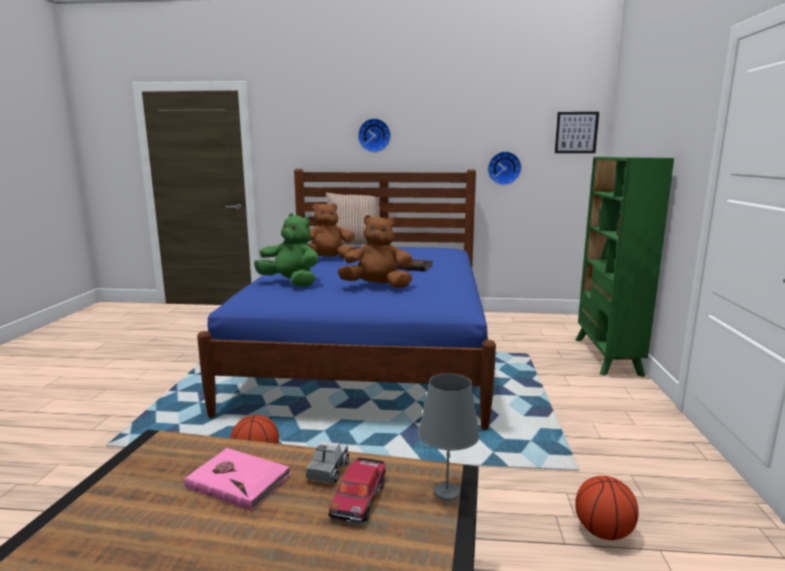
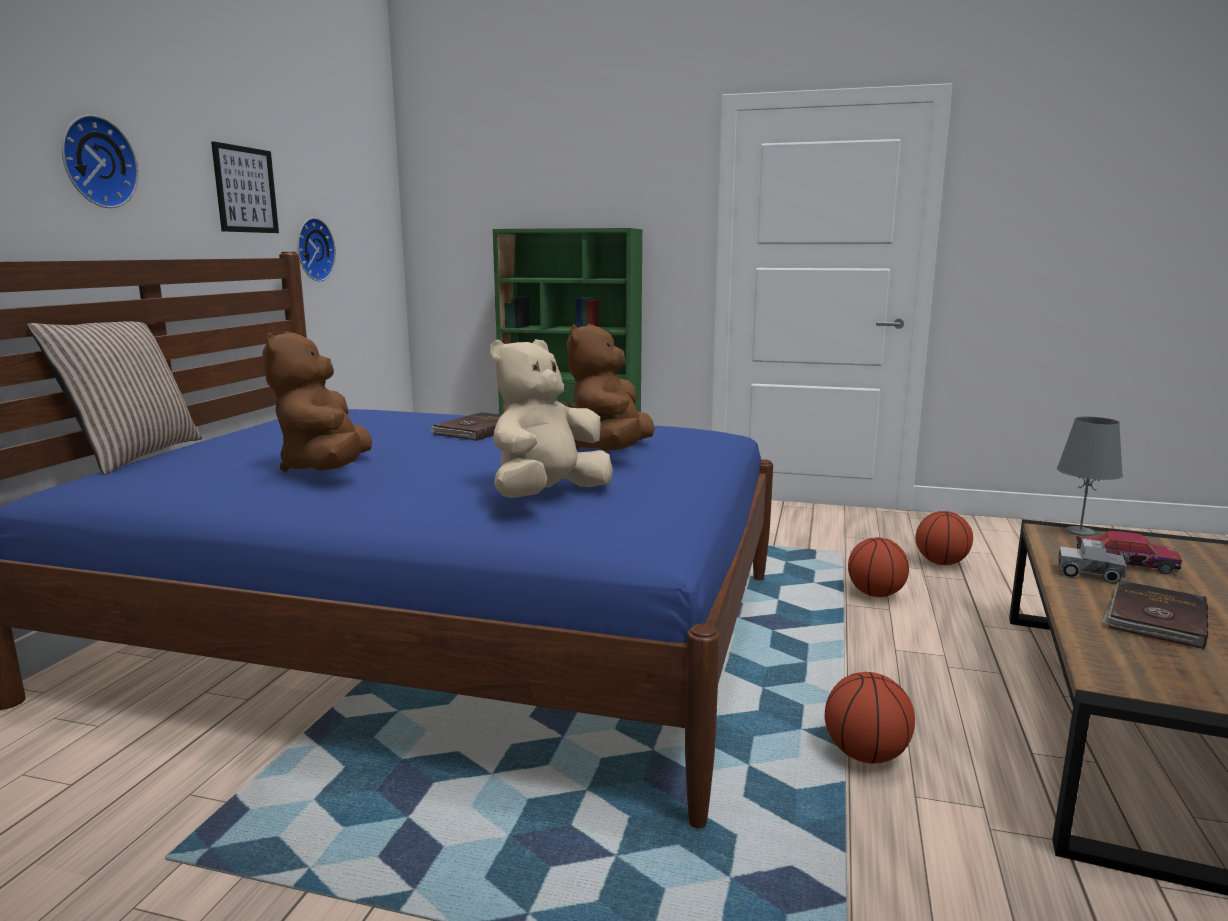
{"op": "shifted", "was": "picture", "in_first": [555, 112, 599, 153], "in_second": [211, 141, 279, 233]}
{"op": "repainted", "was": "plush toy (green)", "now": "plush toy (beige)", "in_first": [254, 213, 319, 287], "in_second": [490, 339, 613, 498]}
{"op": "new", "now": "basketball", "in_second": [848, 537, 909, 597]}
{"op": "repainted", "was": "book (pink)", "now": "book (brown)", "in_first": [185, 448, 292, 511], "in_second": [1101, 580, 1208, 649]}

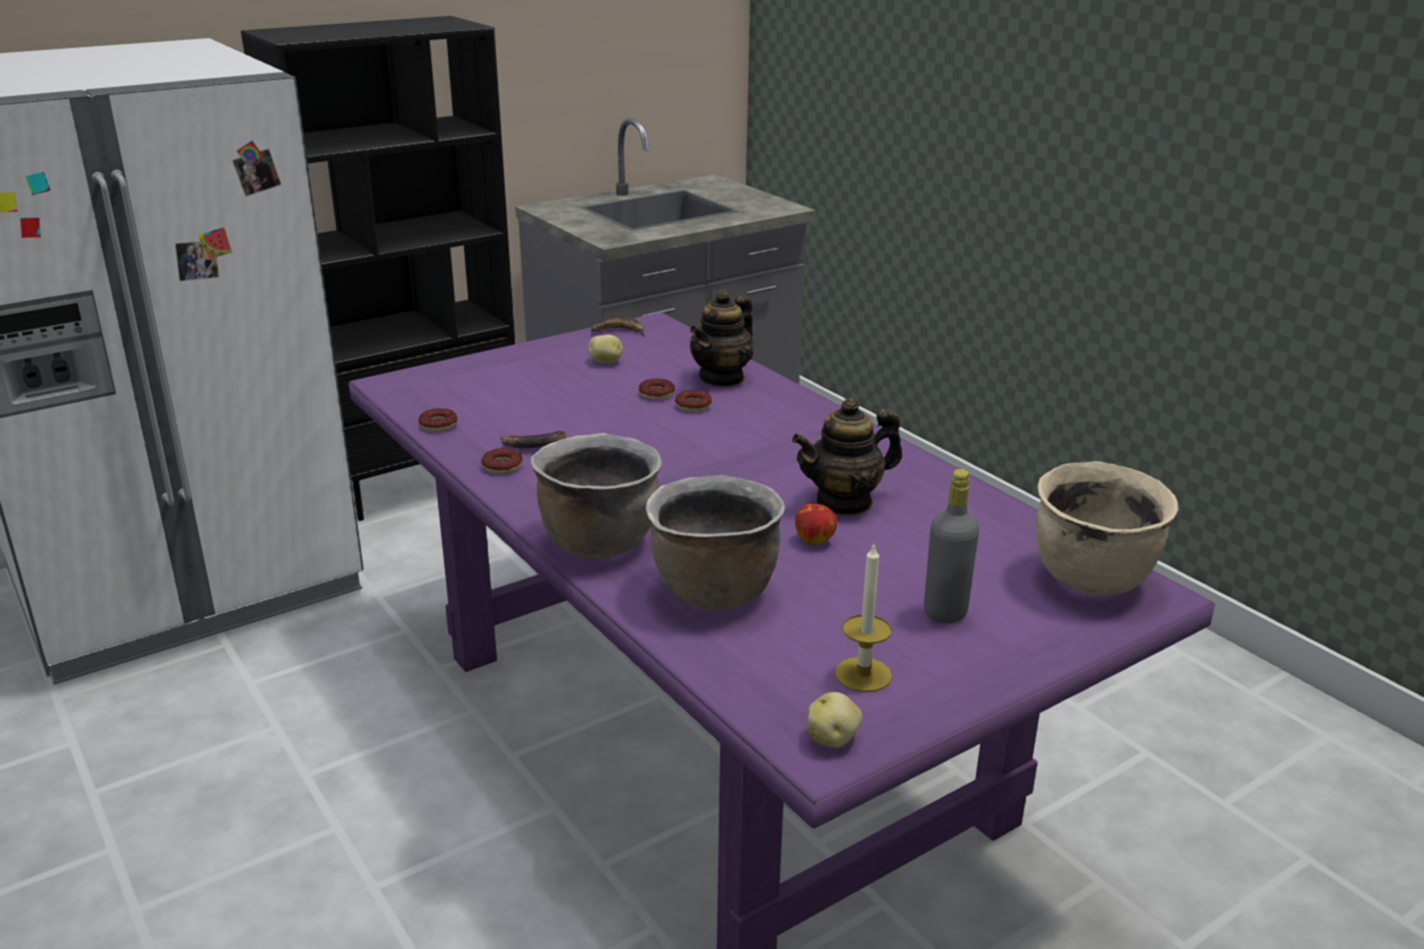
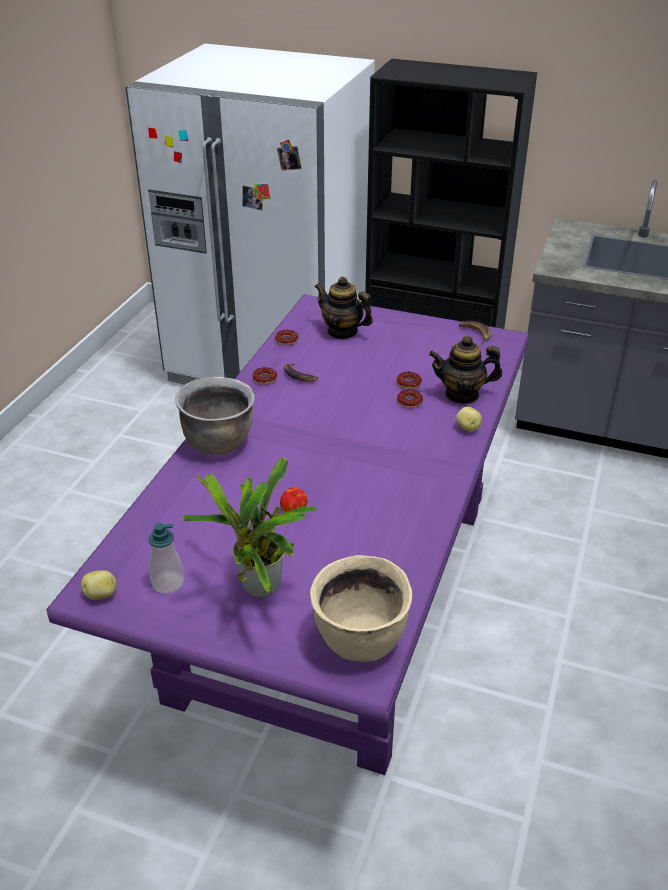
{"op": "swapped", "was": "candle", "now": "soap dispenser", "in_first": [835, 542, 892, 692], "in_second": [148, 523, 184, 594]}
{"op": "swapped", "was": "bottle (grey)", "now": "potted plant", "in_first": [924, 469, 979, 624], "in_second": [182, 458, 318, 597]}
{"op": "shifted", "was": "teapot", "in_first": [792, 398, 902, 515], "in_second": [315, 277, 373, 340]}
{"op": "shifted", "was": "potato", "in_first": [588, 335, 623, 363], "in_second": [456, 407, 482, 432]}
{"op": "gone", "was": "cooking pot (brown)", "in_first": [646, 475, 786, 610]}

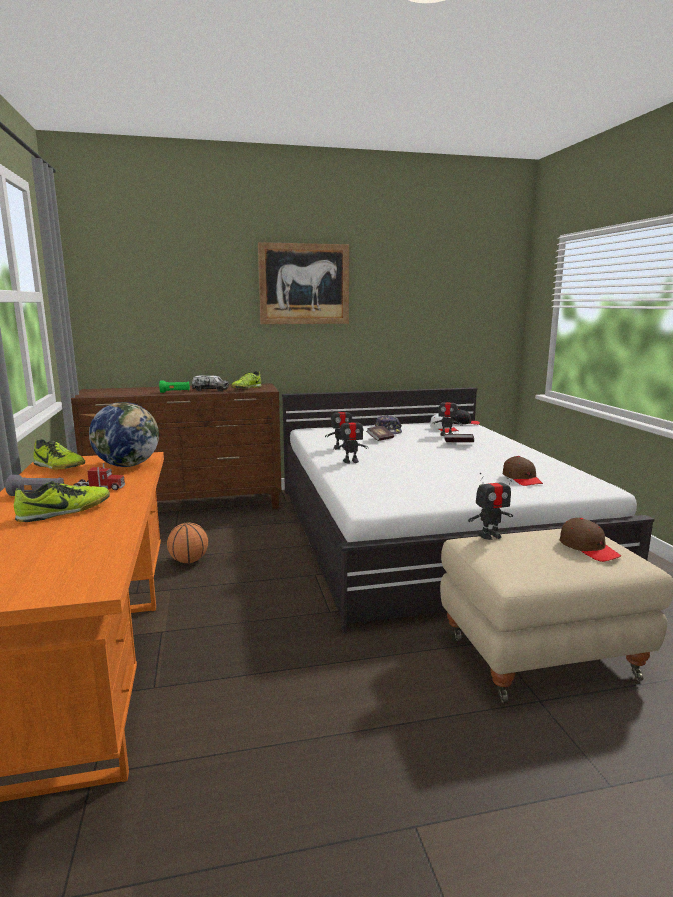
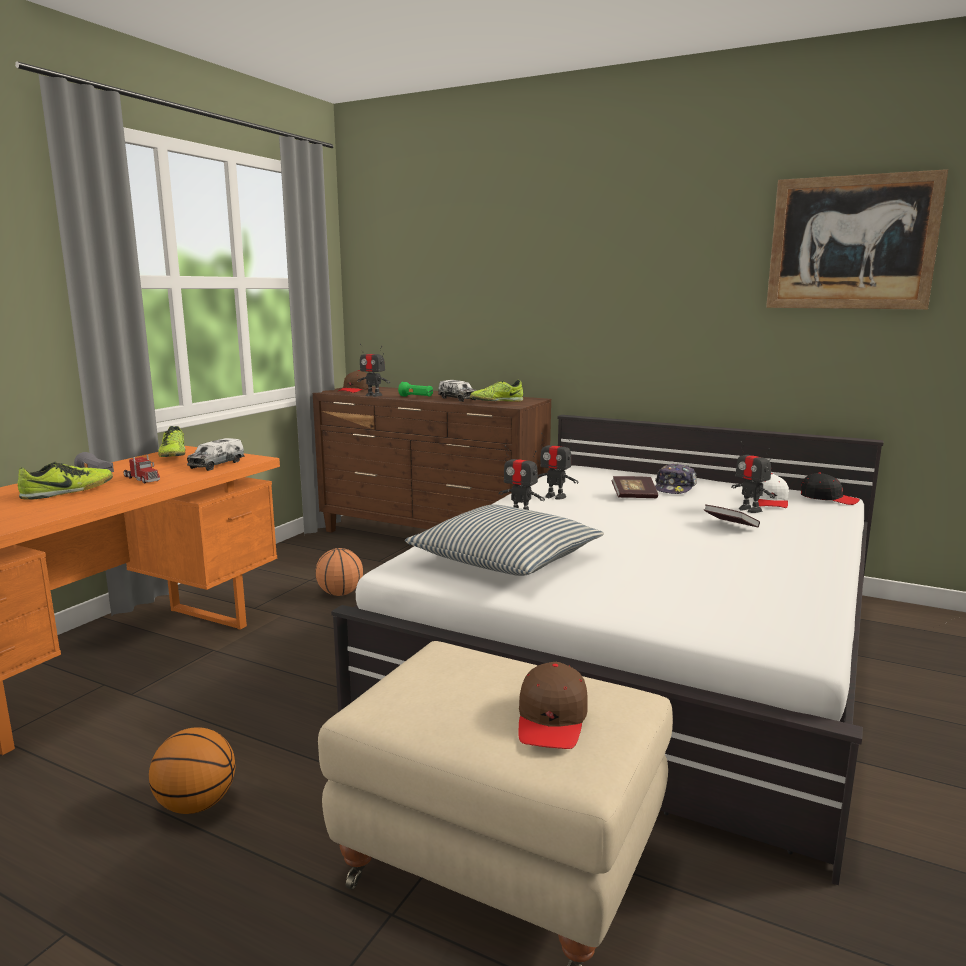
{"op": "rotated", "was": "shoe", "in_first": [14, 481, 110, 522], "in_second": [18, 462, 113, 500], "clockwise": -45}
{"op": "new", "now": "basketball", "in_second": [149, 727, 235, 814]}
{"op": "swapped", "was": "globe", "now": "toy truck", "in_first": [89, 402, 159, 467], "in_second": [187, 438, 245, 471]}
{"op": "shifted", "was": "cap (brown)", "in_first": [503, 456, 543, 486], "in_second": [337, 370, 372, 393]}
{"op": "shifted", "was": "toy robot", "in_first": [468, 472, 513, 540], "in_second": [357, 344, 390, 397]}
{"op": "new", "now": "pillow", "in_second": [405, 505, 604, 576]}
{"op": "shifted", "was": "picture", "in_first": [258, 242, 349, 324], "in_second": [766, 169, 948, 309]}

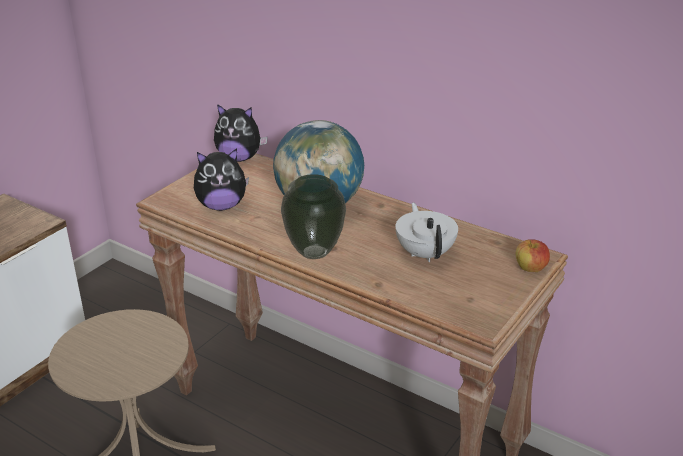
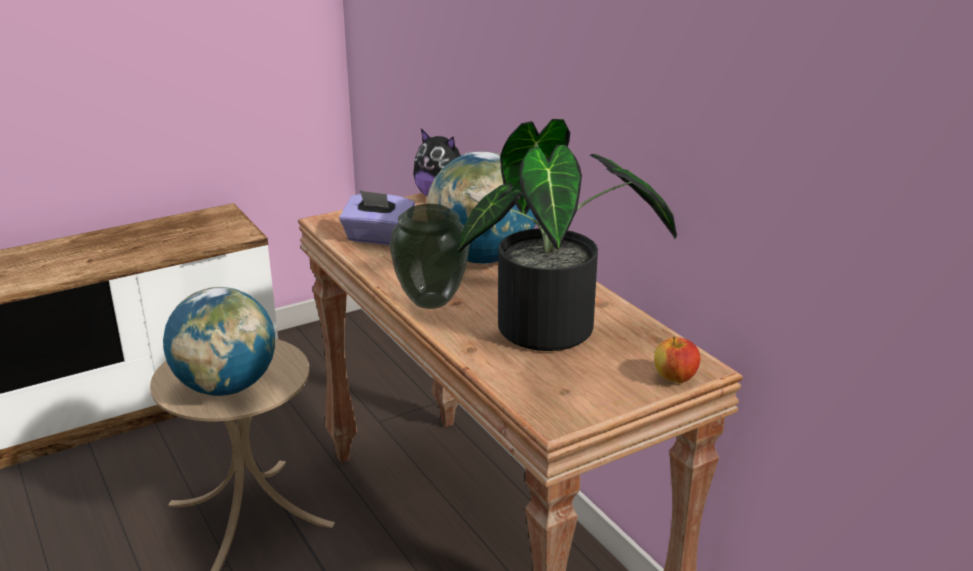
{"op": "new", "now": "globe", "in_second": [163, 287, 275, 396]}
{"op": "swapped", "was": "plush toy", "now": "tissue box (purple)", "in_first": [194, 149, 249, 211], "in_second": [339, 190, 415, 245]}
{"op": "swapped", "was": "teapot (white)", "now": "potted plant", "in_first": [395, 203, 458, 262], "in_second": [458, 119, 677, 351]}

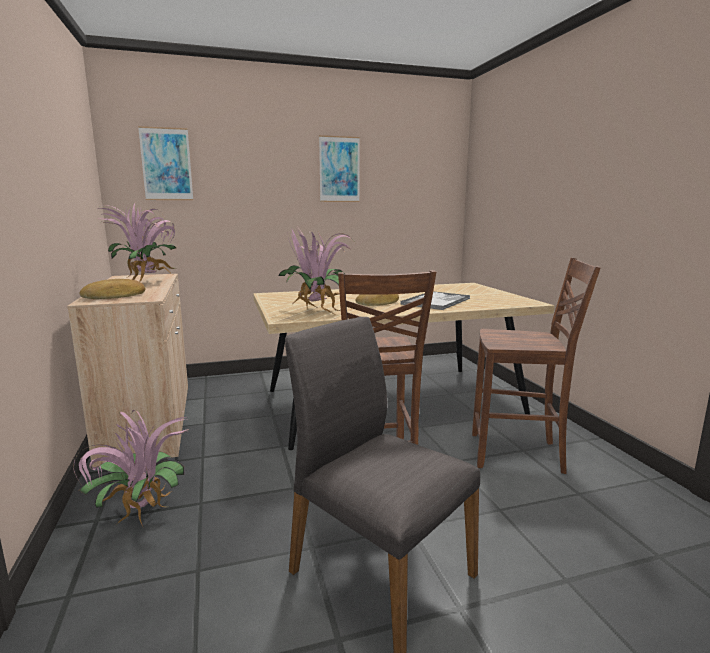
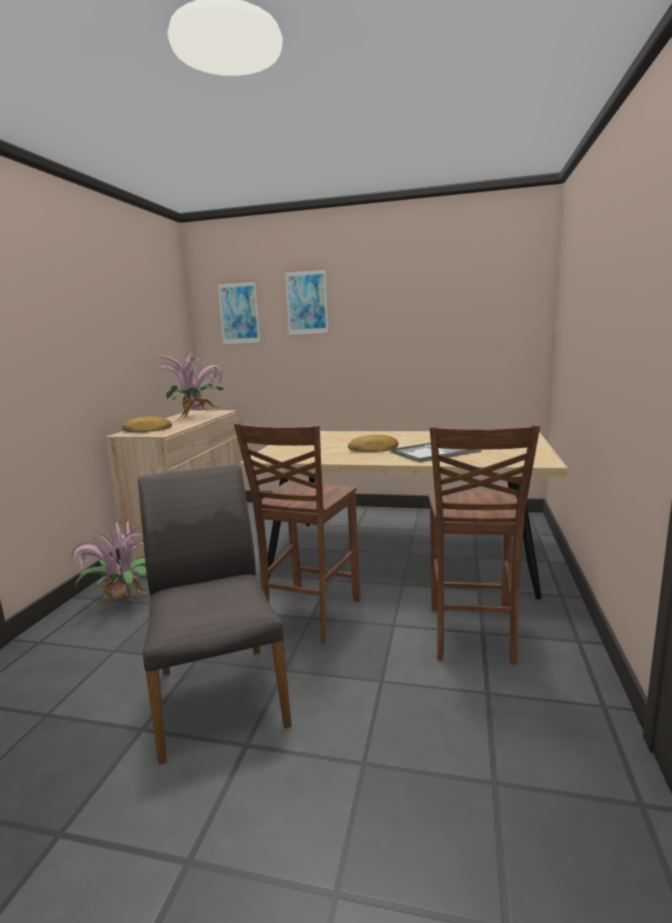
{"op": "shifted", "was": "picture", "in_first": [319, 135, 360, 202], "in_second": [285, 268, 328, 336]}
{"op": "rotated", "was": "chair (brown)", "in_first": [472, 258, 601, 474], "in_second": [428, 424, 540, 665], "clockwise": 60}
{"op": "gone", "was": "potted plant", "in_first": [279, 228, 354, 316]}

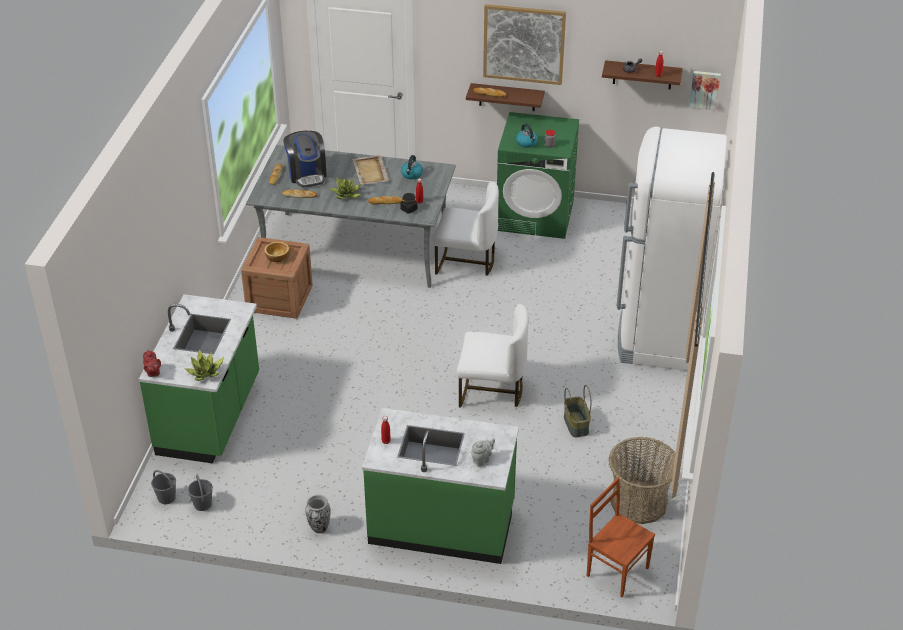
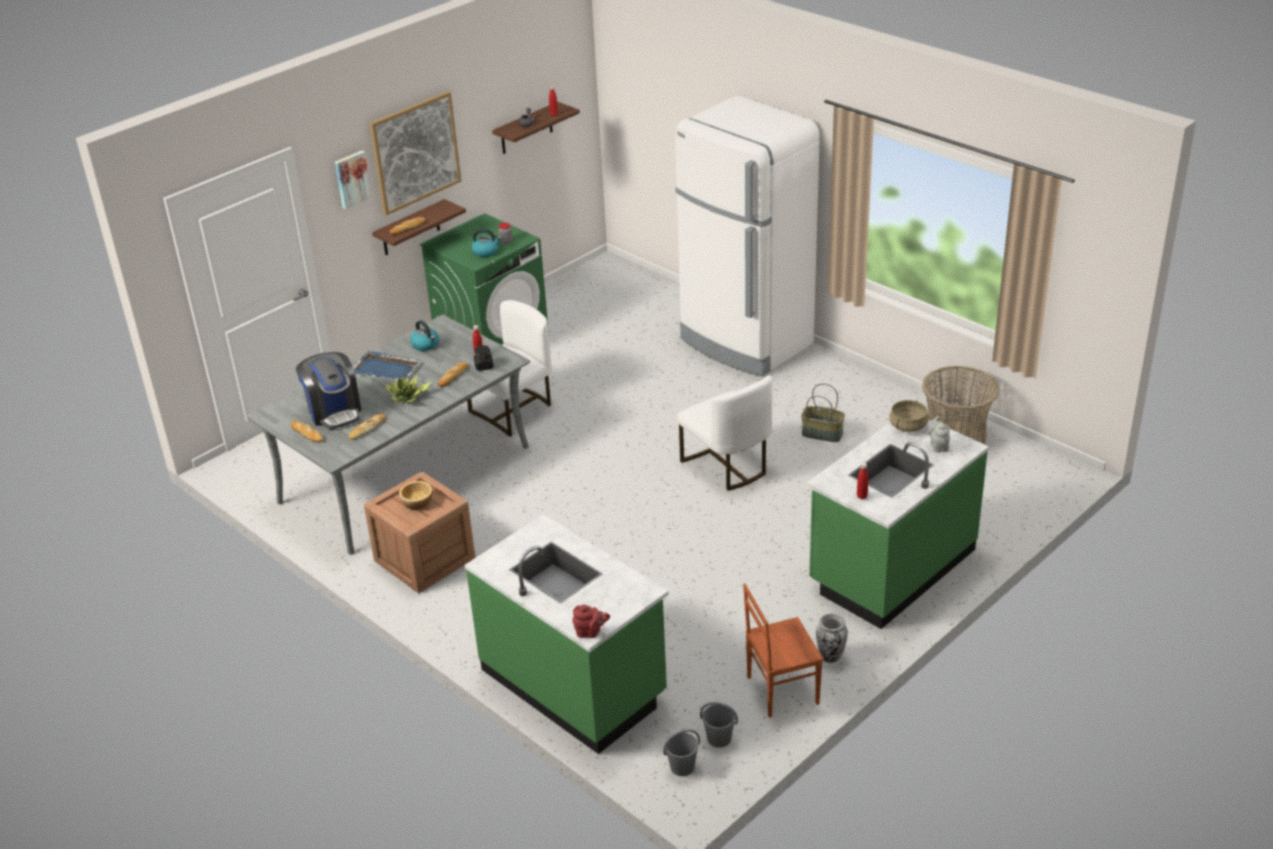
{"op": "rotated", "was": "coffee machine", "in_first": [283, 131, 327, 188], "in_second": [296, 352, 362, 429], "clockwise": 45}
{"op": "shifted", "was": "picture", "in_first": [689, 71, 721, 110], "in_second": [335, 151, 372, 209]}
{"op": "repainted", "was": "tray (beige)", "now": "tray (blue)", "in_first": [352, 155, 389, 185], "in_second": [353, 351, 422, 380]}
{"op": "rotated", "was": "chair (white)", "in_first": [457, 304, 529, 407], "in_second": [677, 375, 772, 491], "clockwise": 105}
{"op": "shifted", "was": "chair (brown)", "in_first": [587, 477, 655, 597], "in_second": [743, 583, 823, 718]}
{"op": "new", "now": "cooking pot (beige)", "in_second": [889, 400, 929, 432]}
{"op": "gone", "was": "potted plant", "in_first": [184, 350, 224, 381]}

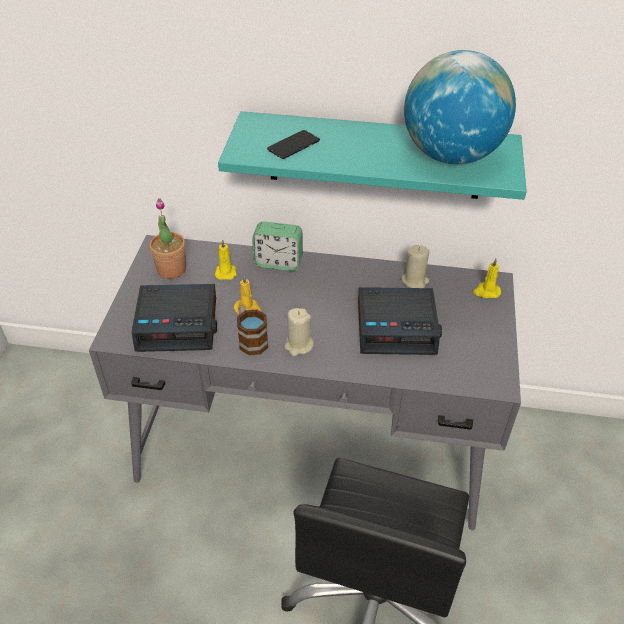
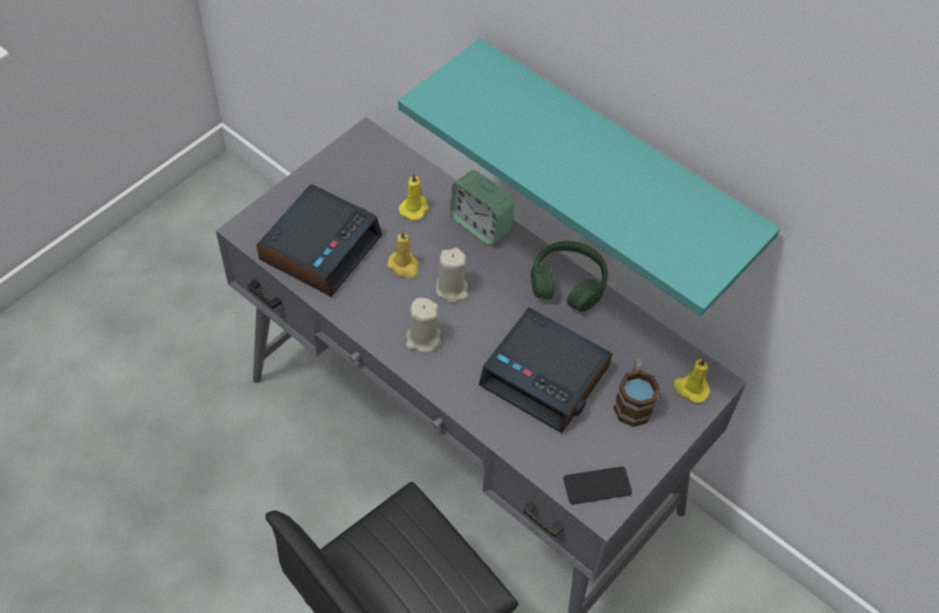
{"op": "rotated", "was": "alarm clock", "in_first": [132, 284, 217, 352], "in_second": [256, 184, 382, 297], "clockwise": -90}
{"op": "shifted", "was": "candle (beige)", "in_first": [401, 245, 430, 288], "in_second": [436, 248, 468, 303]}
{"op": "new", "now": "headphones (green)", "in_second": [531, 241, 608, 312]}
{"op": "shifted", "was": "phone", "in_first": [267, 130, 320, 159], "in_second": [563, 467, 632, 505]}
{"op": "shifted", "was": "mug", "in_first": [237, 305, 268, 355], "in_second": [613, 359, 660, 427]}
{"op": "gone", "was": "potted plant", "in_first": [149, 198, 186, 279]}
{"op": "gone", "was": "globe", "in_first": [404, 50, 516, 164]}

